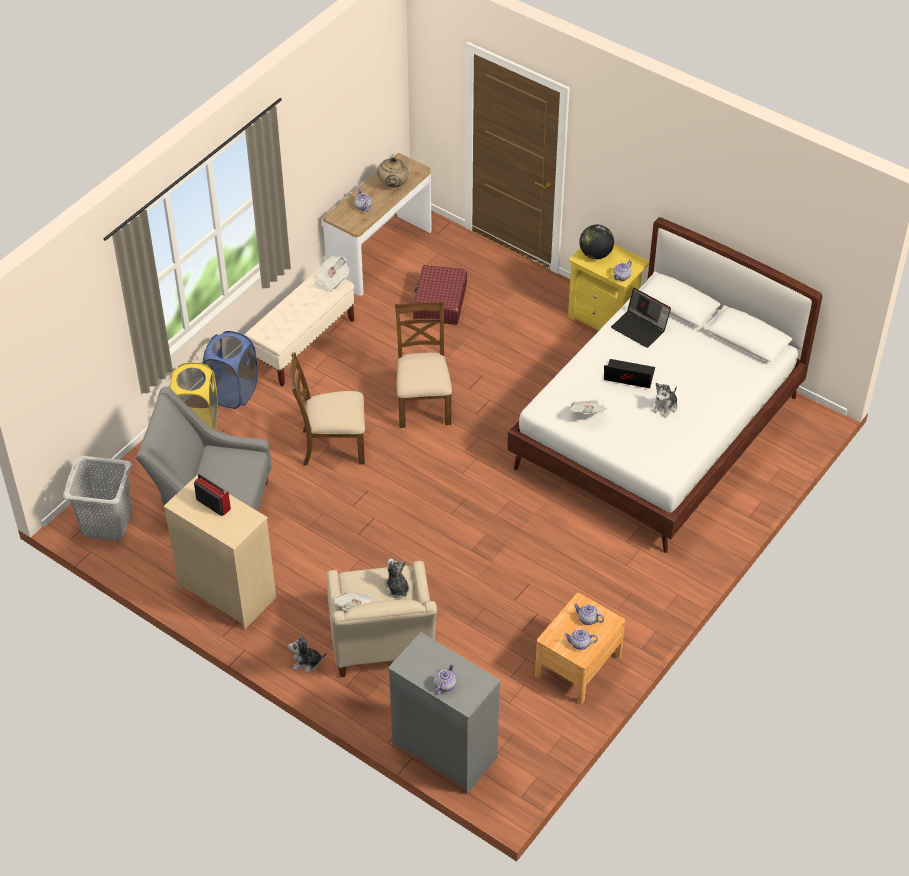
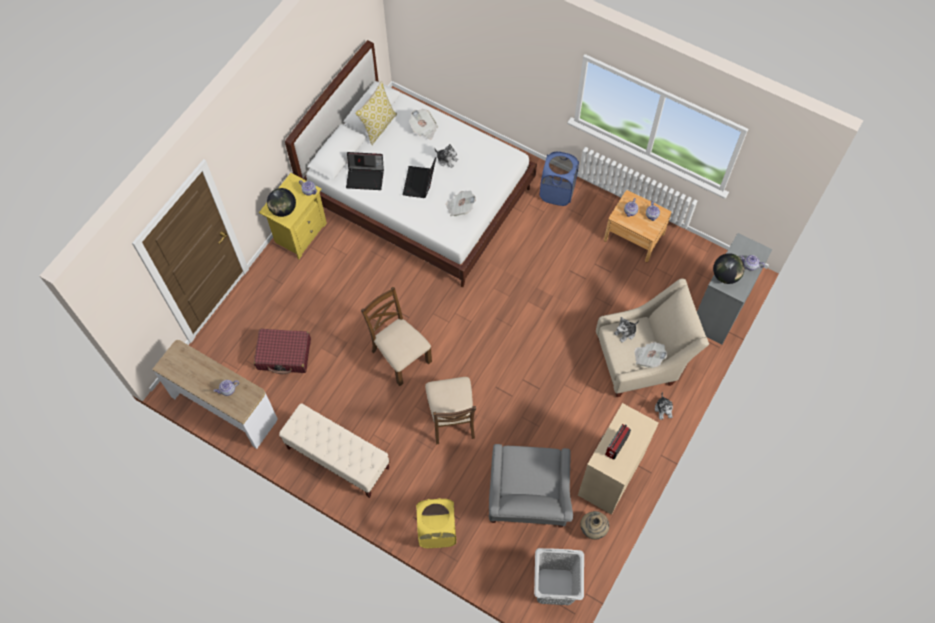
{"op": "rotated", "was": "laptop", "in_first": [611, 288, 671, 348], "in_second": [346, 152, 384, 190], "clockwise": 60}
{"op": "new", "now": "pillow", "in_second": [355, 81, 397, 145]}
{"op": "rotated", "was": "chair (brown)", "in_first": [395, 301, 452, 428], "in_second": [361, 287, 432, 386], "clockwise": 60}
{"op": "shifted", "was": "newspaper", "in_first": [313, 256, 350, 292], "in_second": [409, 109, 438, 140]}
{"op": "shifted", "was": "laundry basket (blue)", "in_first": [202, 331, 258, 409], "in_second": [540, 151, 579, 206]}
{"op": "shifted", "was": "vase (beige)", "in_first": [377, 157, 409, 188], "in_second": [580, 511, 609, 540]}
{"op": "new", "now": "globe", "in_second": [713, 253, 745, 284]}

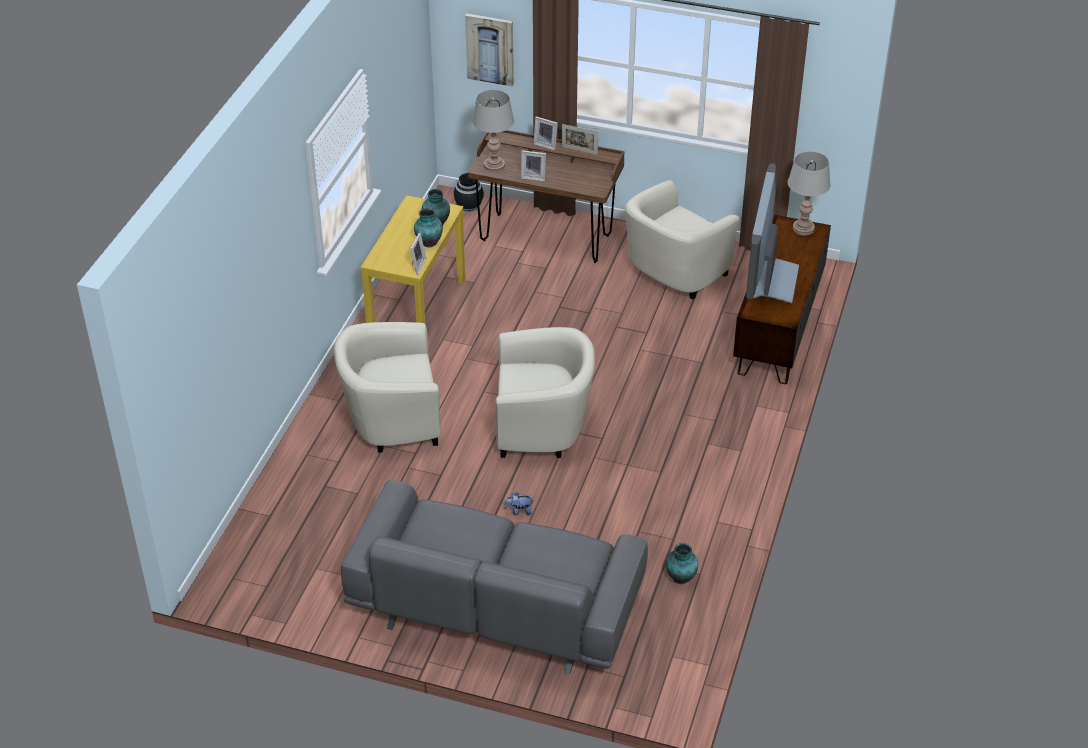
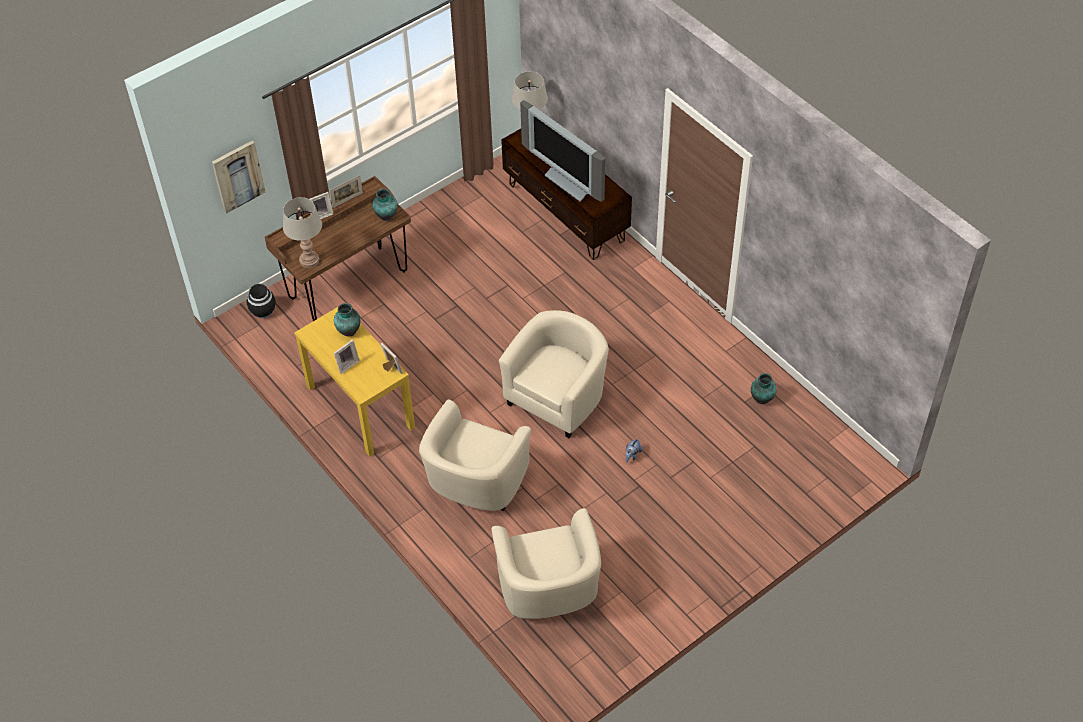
{"op": "shifted", "was": "picture frame", "in_first": [521, 150, 546, 181], "in_second": [334, 339, 360, 374]}
{"op": "shifted", "was": "vase", "in_first": [414, 208, 443, 248], "in_second": [372, 188, 397, 221]}
{"op": "shifted", "was": "armchair (beige)", "in_first": [625, 180, 740, 300], "in_second": [491, 508, 601, 619]}
{"op": "gone", "was": "sofa (grey)", "in_first": [341, 480, 648, 675]}

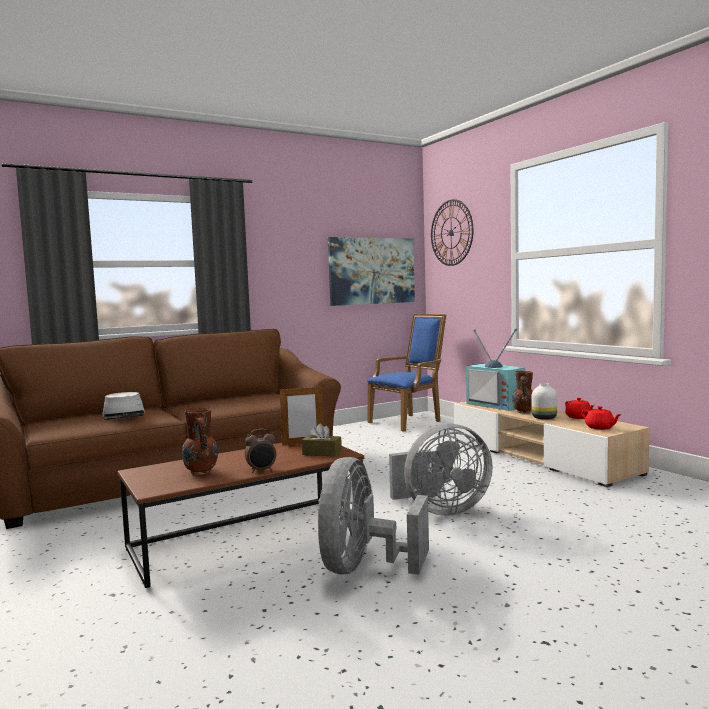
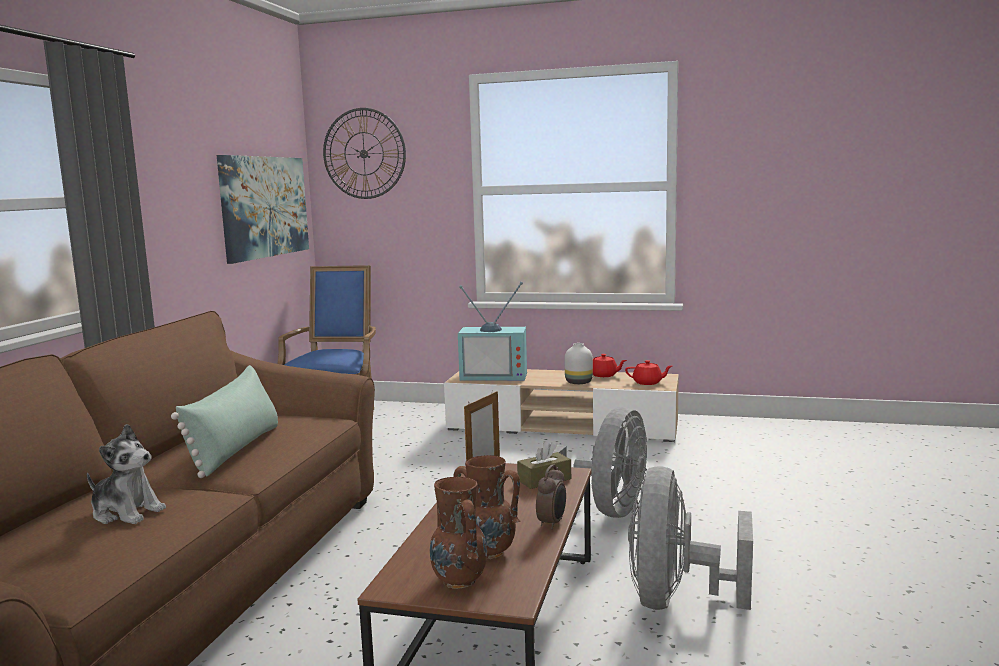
{"op": "swapped", "was": "hat (grey)", "now": "plush toy", "in_first": [102, 392, 145, 420], "in_second": [87, 424, 166, 524]}
{"op": "new", "now": "pillow (green)", "in_second": [171, 365, 278, 478]}
{"op": "shifted", "was": "vase (brown)", "in_first": [512, 371, 533, 413], "in_second": [430, 477, 487, 589]}
{"op": "rotated", "was": "fan (grey)", "in_first": [318, 457, 429, 574], "in_second": [628, 466, 753, 610], "clockwise": 45}

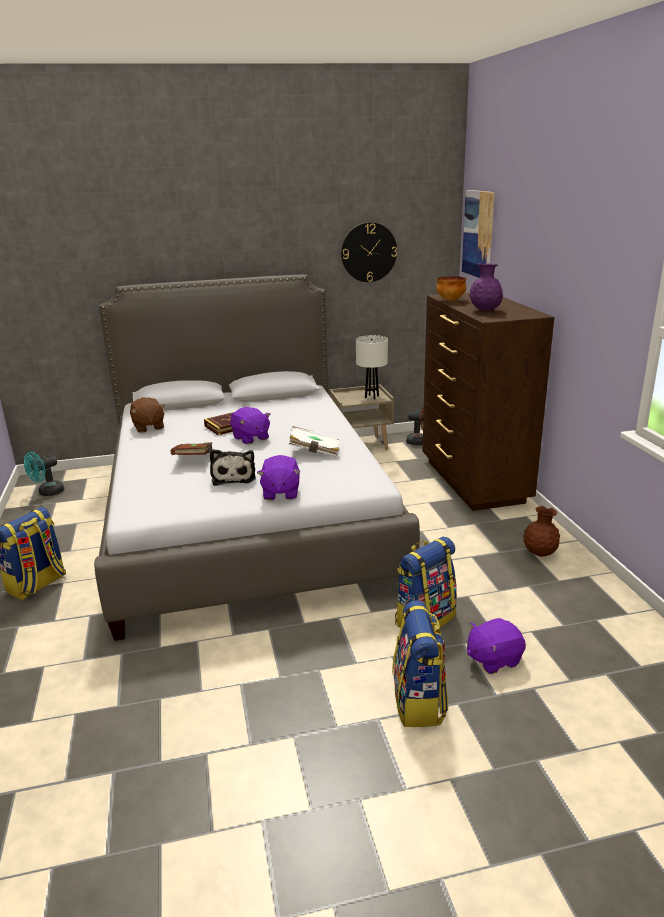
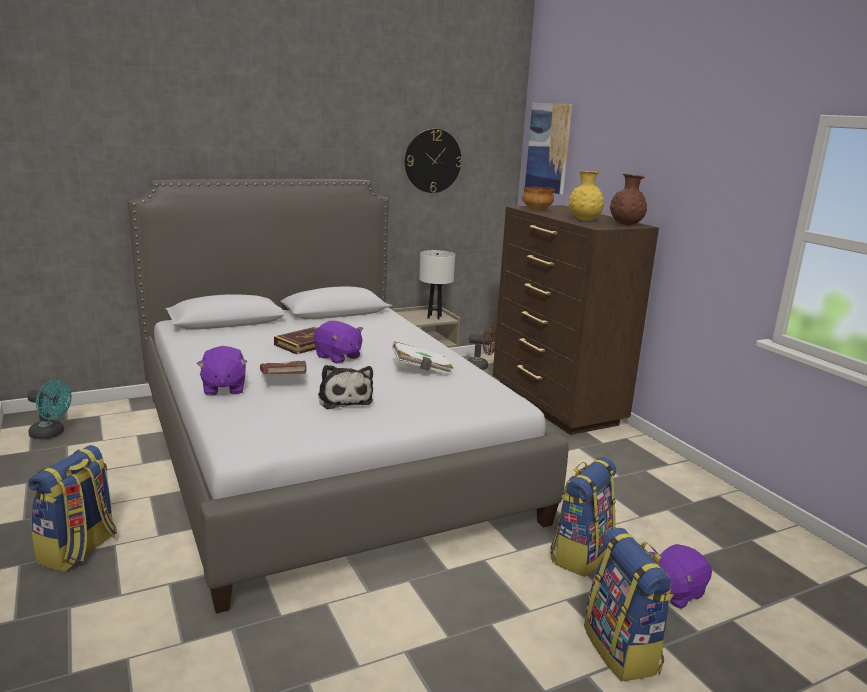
{"op": "rotated", "was": "fan (turquoise)", "in_first": [24, 452, 64, 496], "in_second": [27, 379, 72, 439], "clockwise": -105}
{"op": "shifted", "was": "plush toy (purple)", "in_first": [257, 455, 300, 500], "in_second": [197, 346, 247, 396]}
{"op": "repainted", "was": "vase (purple)", "now": "vase (yellow)", "in_first": [469, 263, 503, 311], "in_second": [568, 170, 604, 221]}
{"op": "shifted", "was": "vase (brown)", "in_first": [523, 506, 560, 557], "in_second": [610, 174, 647, 225]}
{"op": "gone", "was": "plush toy (brown)", "in_first": [130, 397, 165, 433]}

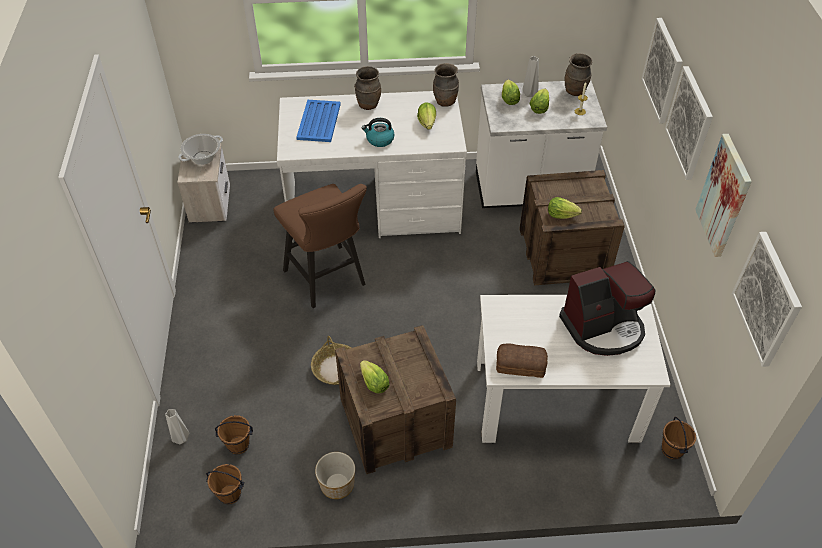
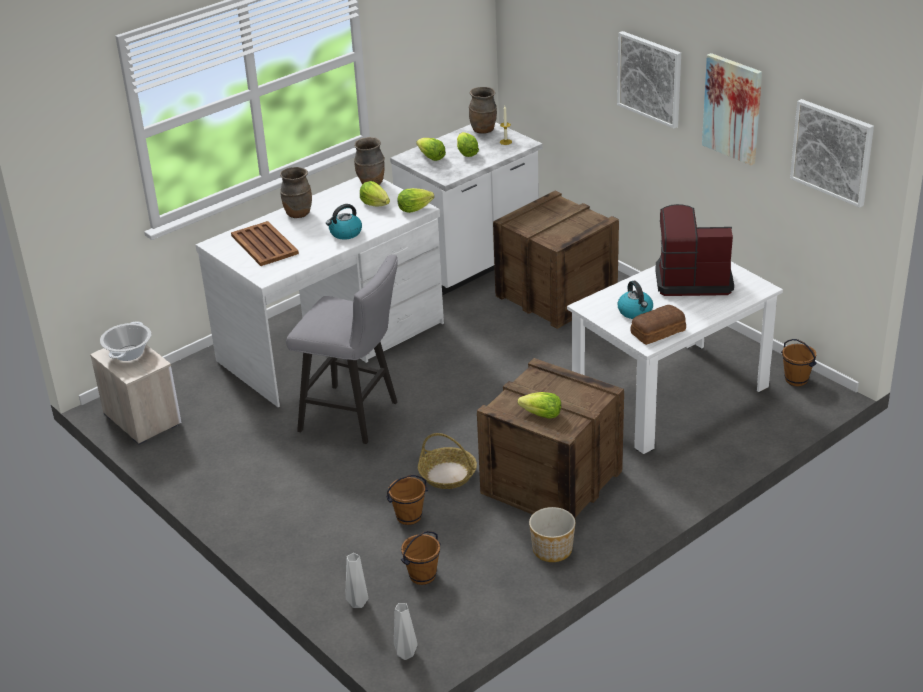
{"op": "repainted", "was": "tray (blue)", "now": "tray (brown)", "in_first": [296, 100, 341, 142], "in_second": [231, 221, 299, 266]}
{"op": "repainted", "was": "stool (brown)", "now": "stool (grey)", "in_first": [273, 184, 367, 308], "in_second": [286, 255, 398, 444]}
{"op": "shifted", "was": "bucket (brown)", "in_first": [206, 464, 244, 505], "in_second": [386, 475, 428, 525]}
{"op": "shifted", "was": "vase (grey)", "in_first": [522, 56, 539, 97], "in_second": [394, 603, 418, 660]}
{"op": "shifted", "was": "lettuce", "in_first": [548, 197, 582, 219], "in_second": [397, 188, 434, 213]}
{"op": "new", "now": "kettle", "in_second": [617, 281, 653, 319]}
{"op": "rotated", "was": "coffee machine", "in_first": [559, 261, 655, 356], "in_second": [656, 204, 734, 296], "clockwise": -120}
{"op": "gone", "was": "picture", "in_first": [641, 18, 682, 123]}

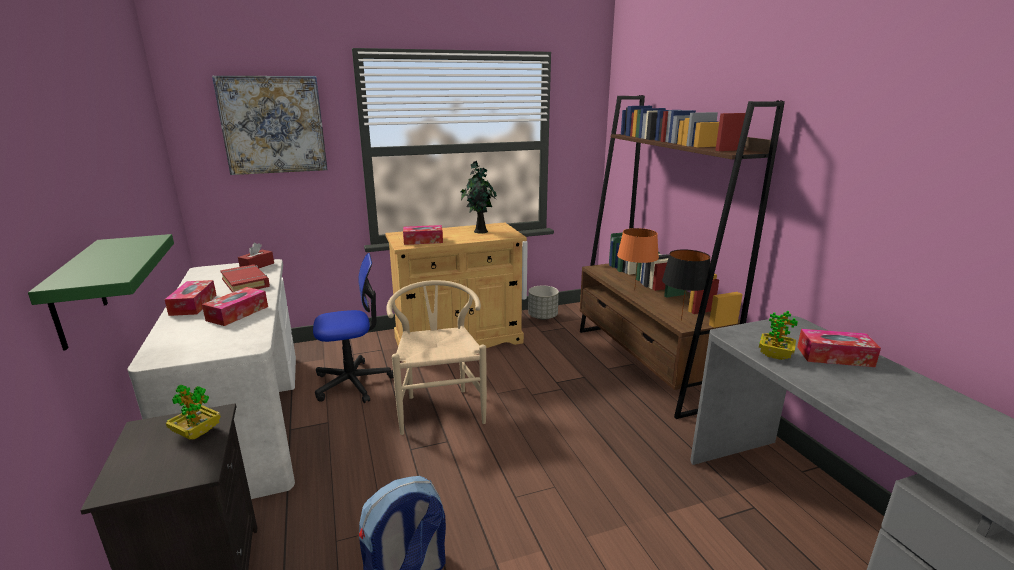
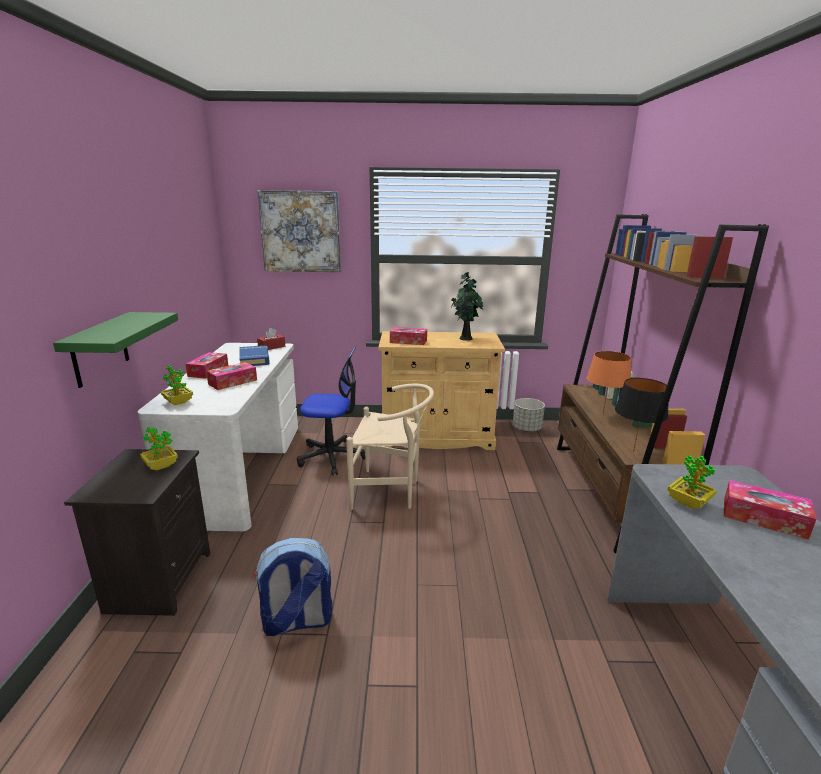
{"op": "new", "now": "potted plant", "in_second": [161, 365, 193, 405]}
{"op": "repainted", "was": "book (red)", "now": "book (blue)", "in_first": [220, 264, 270, 292], "in_second": [239, 345, 270, 366]}
{"op": "rotated", "was": "chair (beige)", "in_first": [386, 280, 487, 435], "in_second": [346, 384, 434, 510], "clockwise": 90}

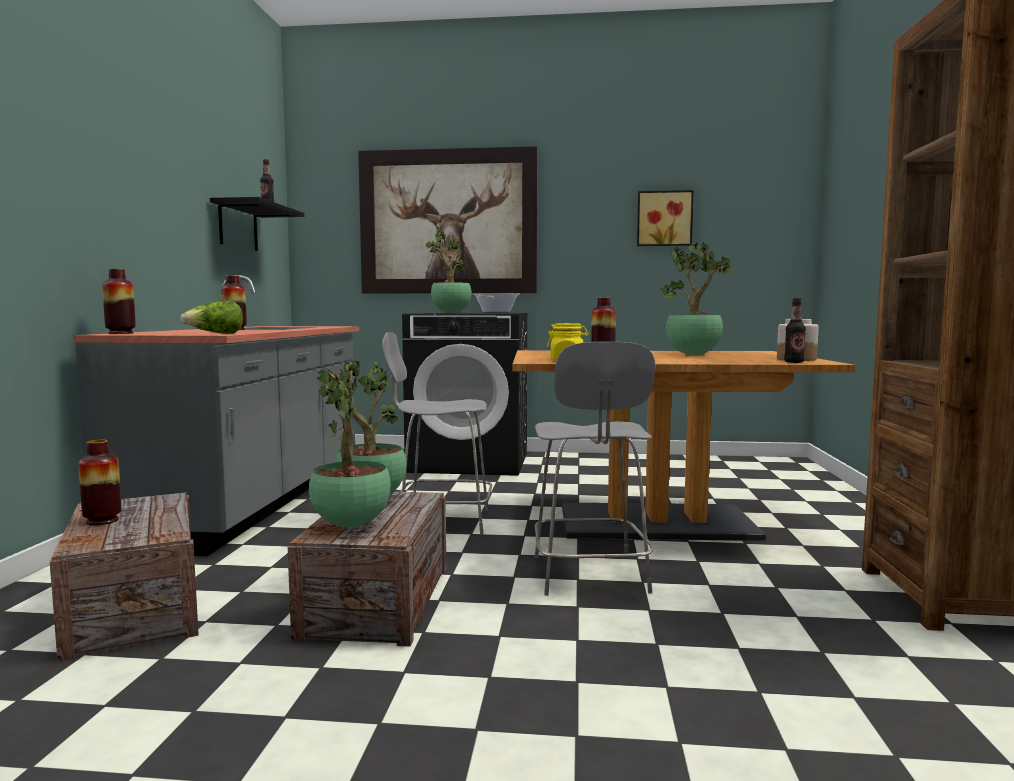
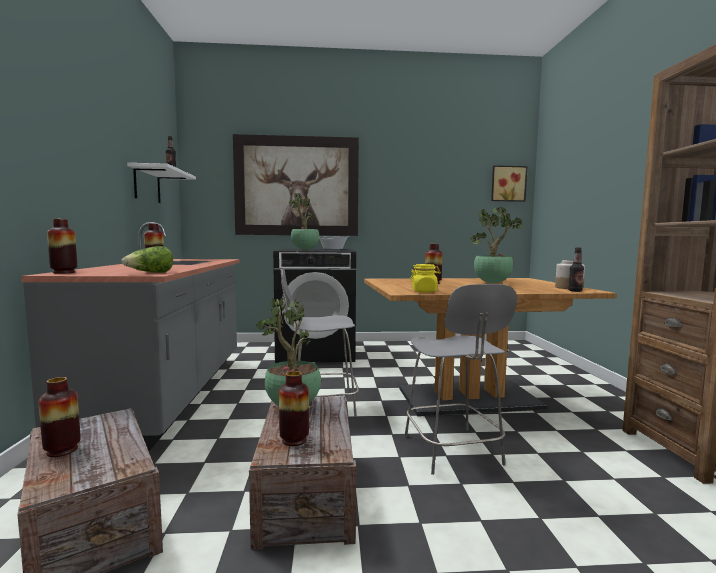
{"op": "repainted", "was": "shelf (black)", "now": "shelf (white)", "in_first": [210, 197, 304, 251], "in_second": [127, 163, 196, 203]}
{"op": "swapped", "was": "potted plant", "now": "vase", "in_first": [309, 370, 391, 527], "in_second": [279, 371, 309, 446]}
{"op": "shifted", "was": "picture", "in_first": [637, 190, 694, 246], "in_second": [491, 165, 528, 202]}

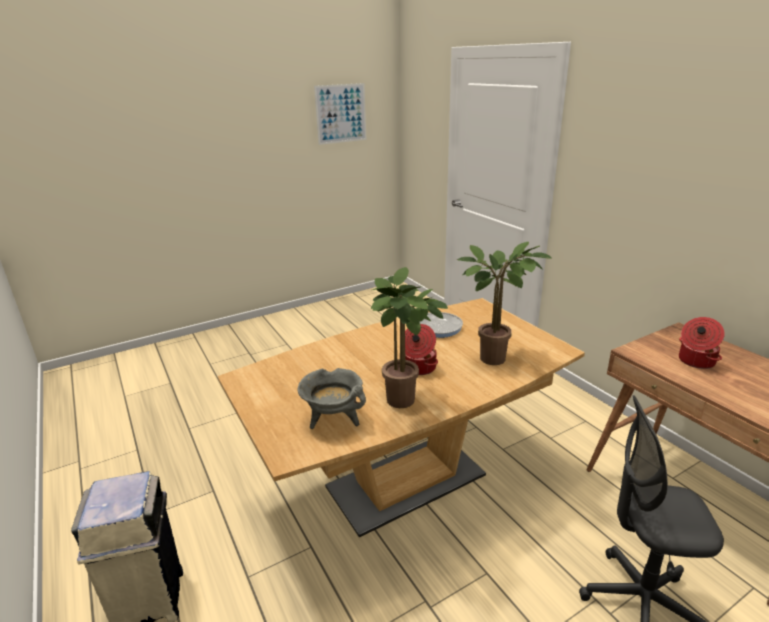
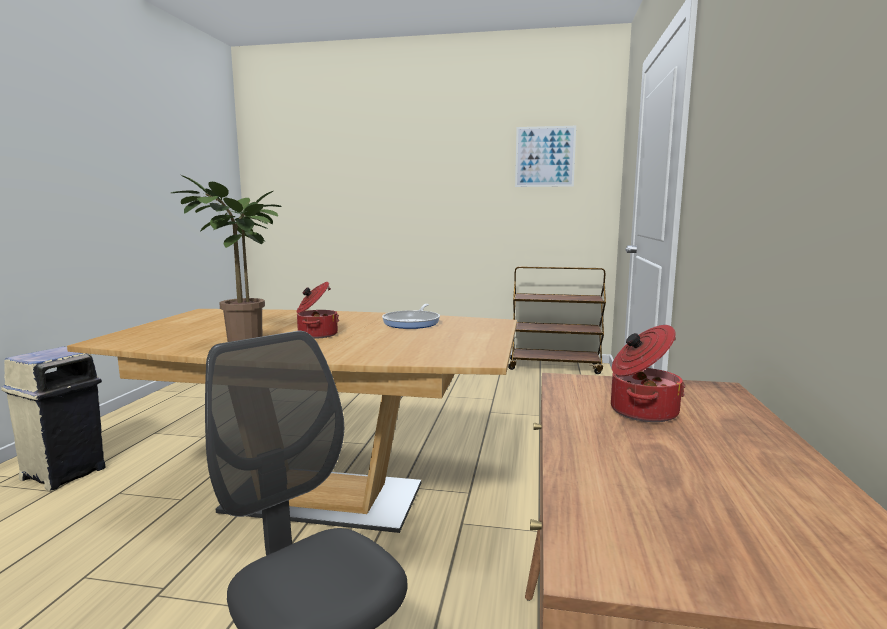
{"op": "new", "now": "cart (brown)", "in_second": [508, 267, 606, 374]}
{"op": "gone", "was": "cooking pot (grey)", "in_first": [298, 368, 366, 429]}
{"op": "gone", "was": "potted plant", "in_first": [457, 242, 552, 365]}

